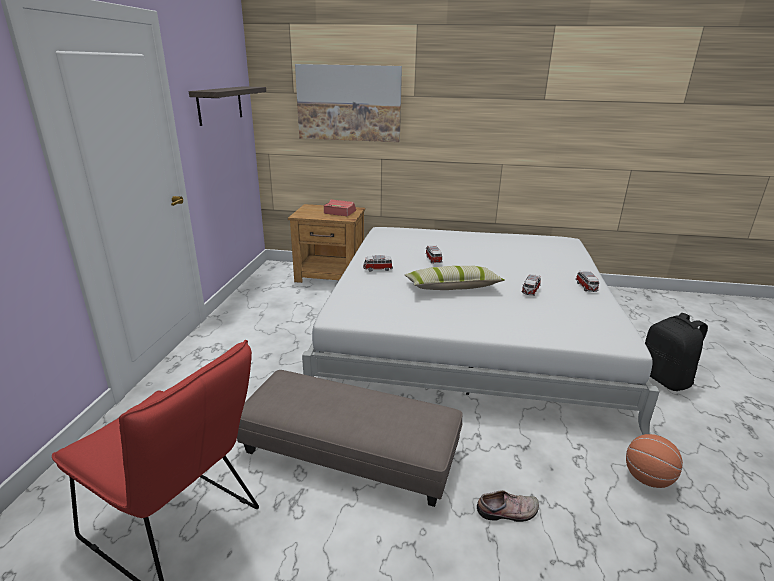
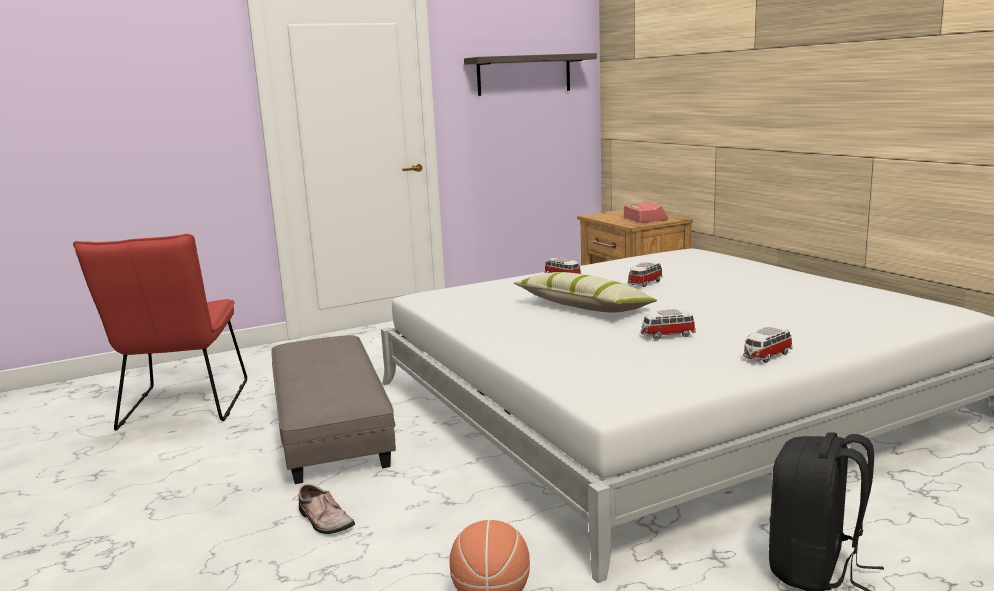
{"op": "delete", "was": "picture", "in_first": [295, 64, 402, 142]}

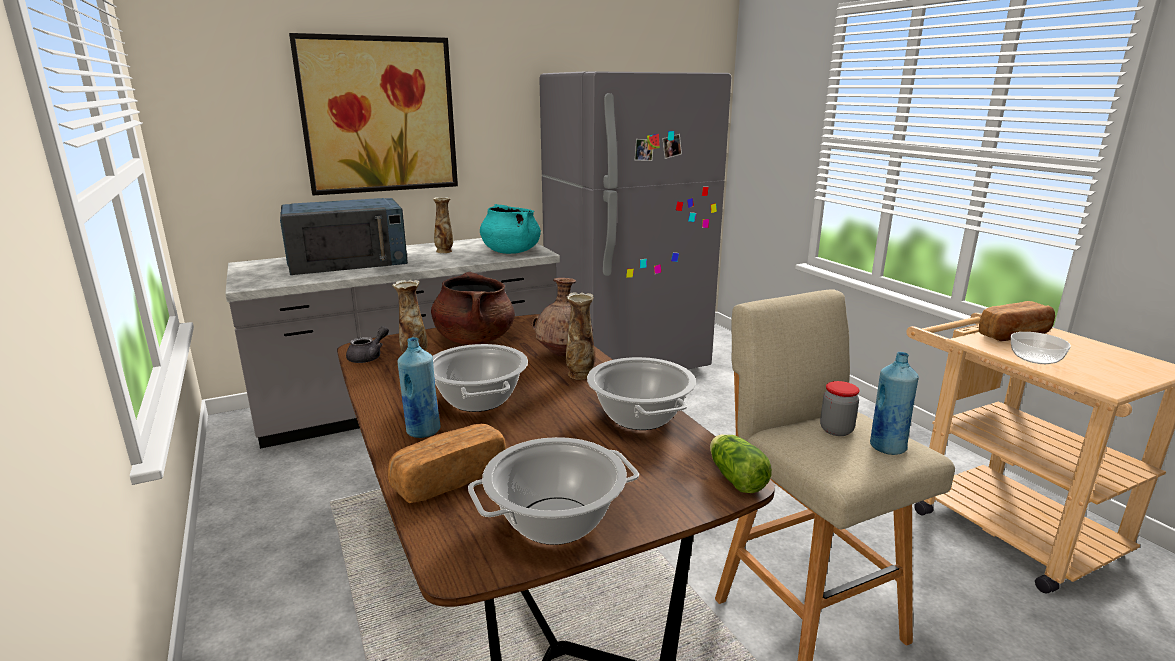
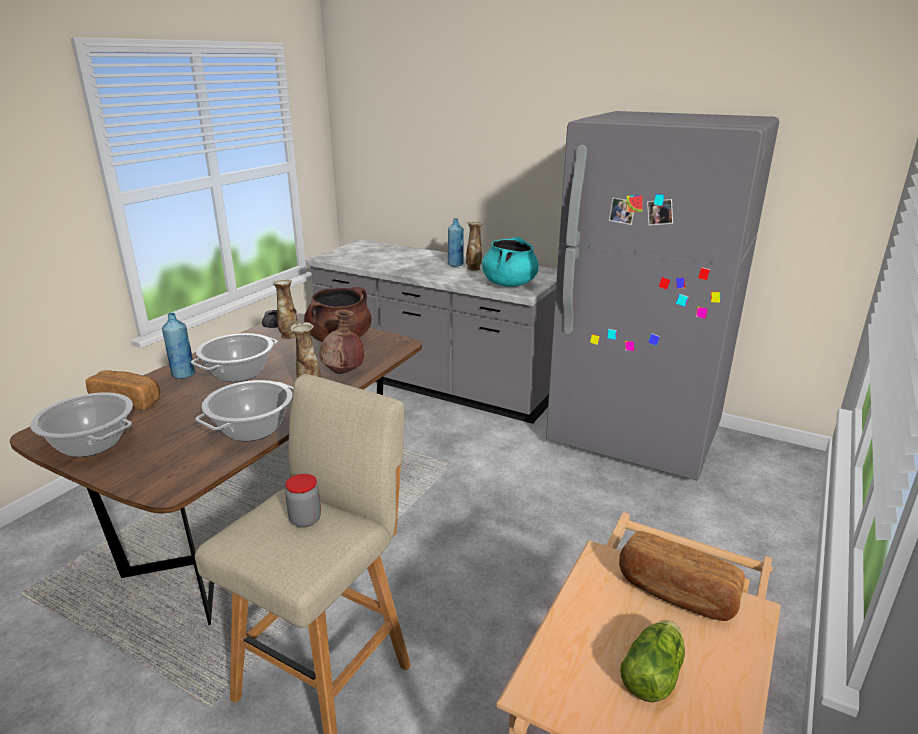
{"op": "delete", "was": "picture", "in_first": [289, 33, 458, 195]}
{"op": "delete", "was": "blue microwave", "in_first": [280, 198, 408, 275]}
{"op": "delete", "was": "bowl", "in_first": [1011, 332, 1071, 364]}
{"op": "move", "was": "blue bottle", "in_first": [870, 352, 919, 455], "in_second": [448, 218, 464, 267]}
{"op": "move", "was": "lettuce", "in_first": [710, 435, 772, 493], "in_second": [620, 620, 685, 703]}

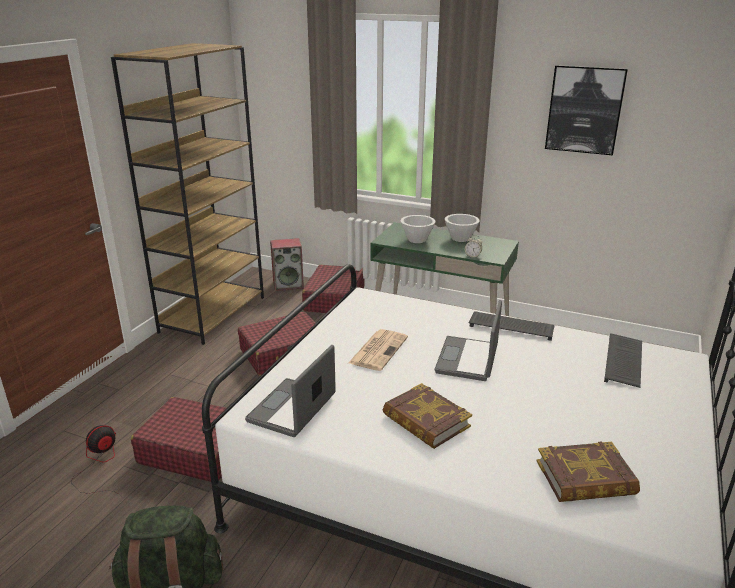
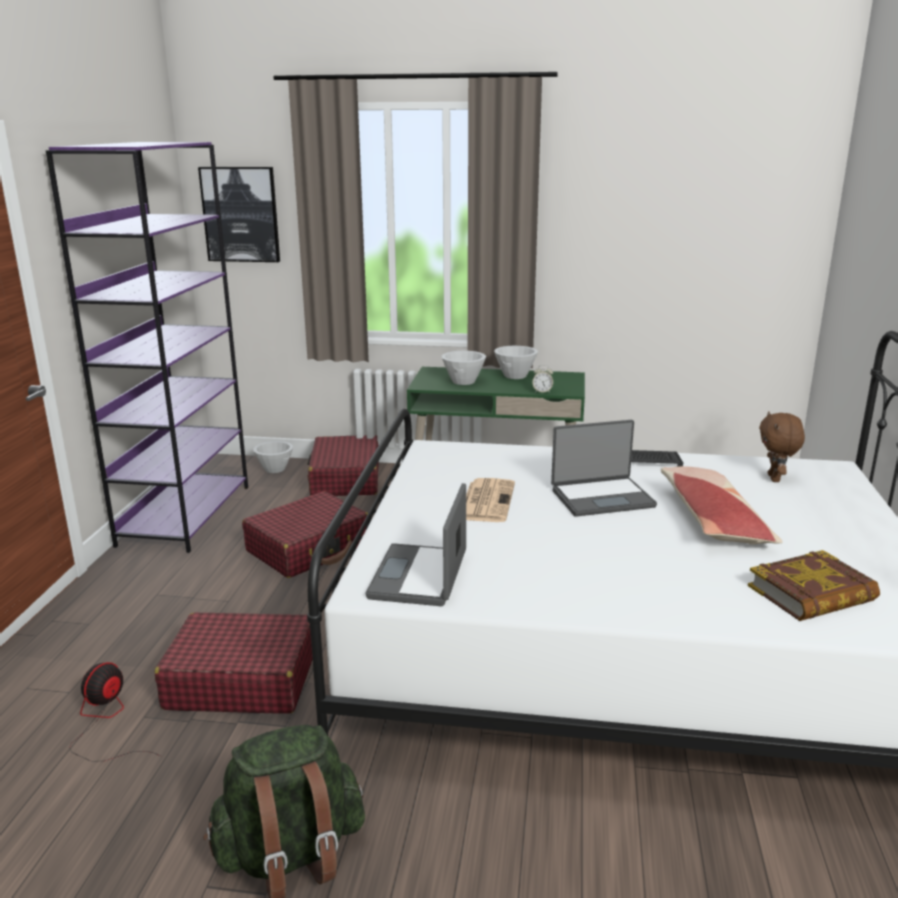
{"op": "recolor", "was": "brown bookcase", "now": "purple bookcase", "in_first": [111, 43, 264, 345], "in_second": [46, 142, 248, 553]}
{"op": "move", "was": "picture", "in_first": [545, 65, 628, 155], "in_second": [198, 167, 280, 262]}
{"op": "replace", "was": "speaker", "now": "white bowl", "in_first": [270, 238, 304, 291], "in_second": [253, 441, 293, 473]}
{"op": "rotate", "was": "laptop", "in_first": [434, 300, 502, 381], "in_second": [551, 420, 657, 517], "clockwise": -105}
{"op": "replace", "was": "keyboard", "now": "brown plush toy", "in_first": [604, 333, 642, 388], "in_second": [759, 412, 805, 482]}
{"op": "delete", "was": "book", "in_first": [383, 383, 472, 449]}
{"op": "insert", "now": "pillow", "in_second": [661, 466, 782, 545]}

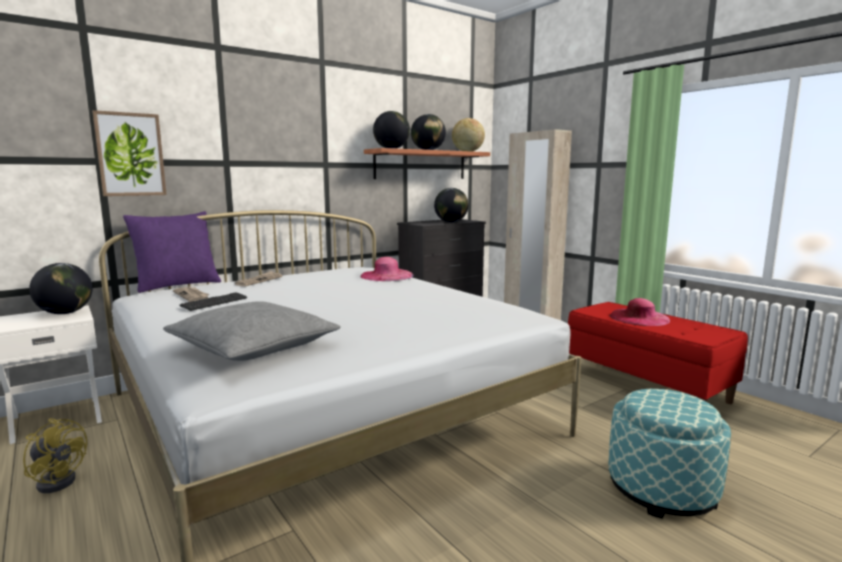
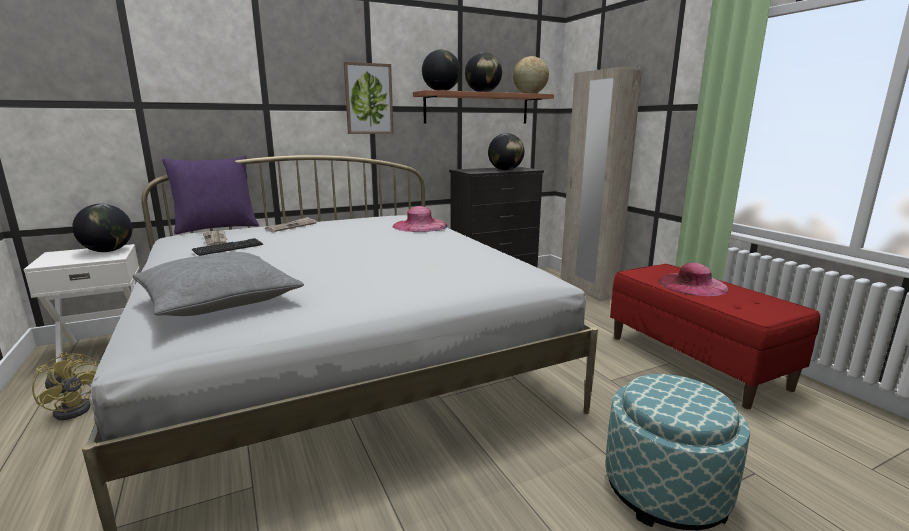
{"op": "move", "was": "picture", "in_first": [92, 110, 167, 196], "in_second": [344, 62, 394, 134]}

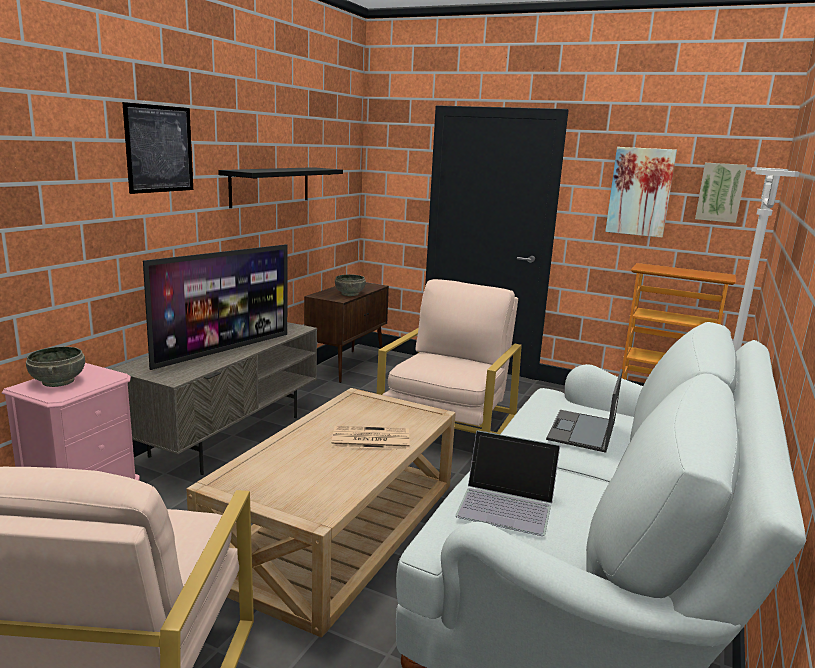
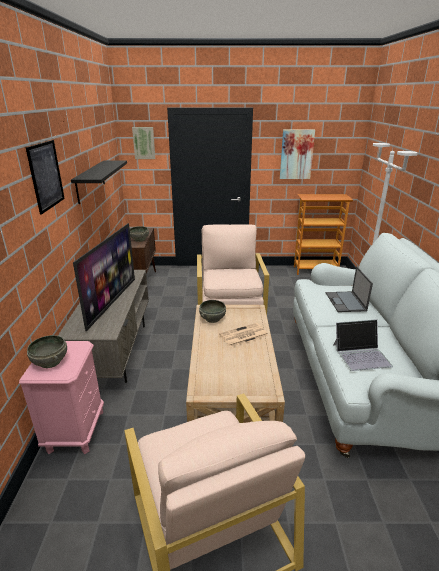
{"op": "move", "was": "picture", "in_first": [695, 163, 747, 223], "in_second": [132, 127, 155, 159]}
{"op": "insert", "now": "grey bowl", "in_second": [199, 300, 226, 323]}

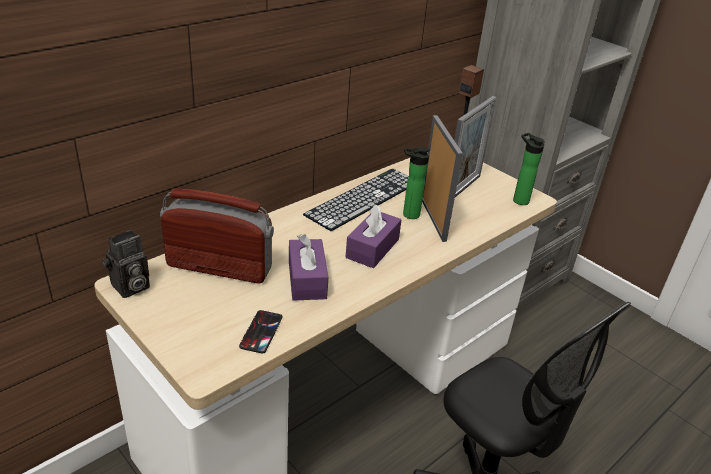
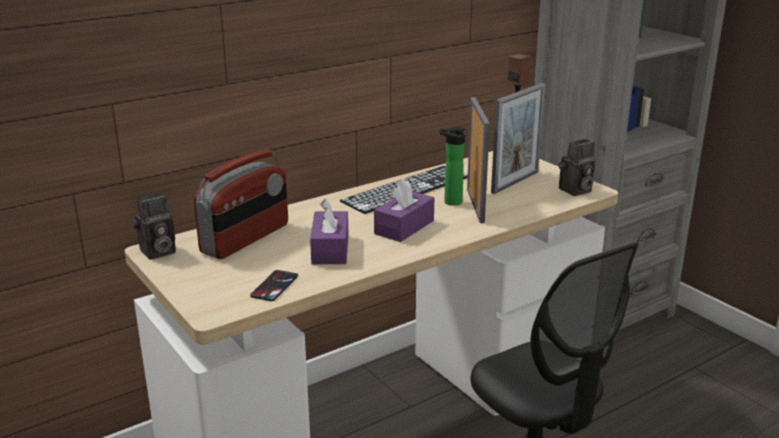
{"op": "replace", "was": "bottle", "now": "photo camera", "in_first": [513, 133, 544, 205], "in_second": [559, 139, 595, 196]}
{"op": "rotate", "was": "radio", "in_first": [160, 188, 274, 283], "in_second": [194, 149, 288, 259], "clockwise": 105}

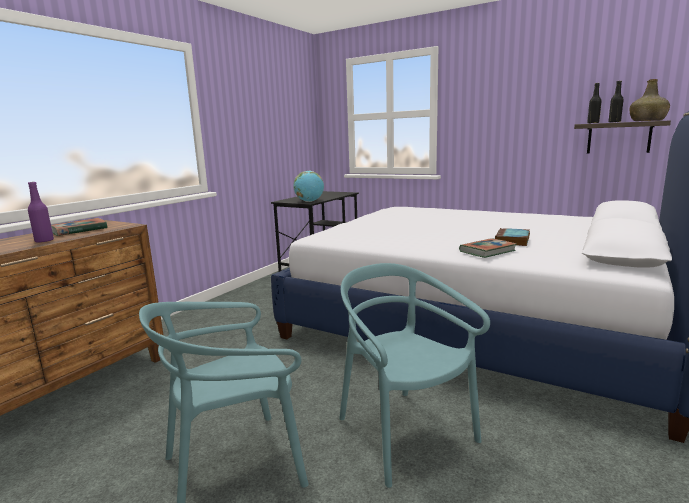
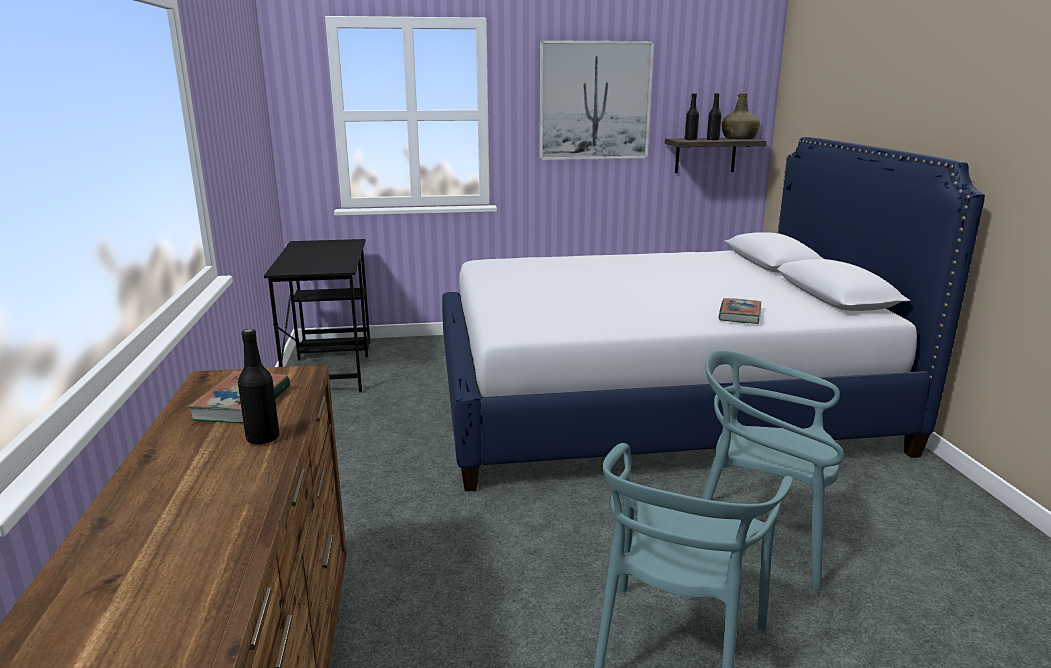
{"op": "delete", "was": "globe", "in_first": [293, 171, 324, 202]}
{"op": "recolor", "was": "purple bottle", "now": "black bottle", "in_first": [28, 182, 54, 243], "in_second": [238, 329, 280, 445]}
{"op": "delete", "was": "book", "in_first": [495, 228, 530, 246]}
{"op": "insert", "now": "picture", "in_second": [539, 40, 654, 160]}

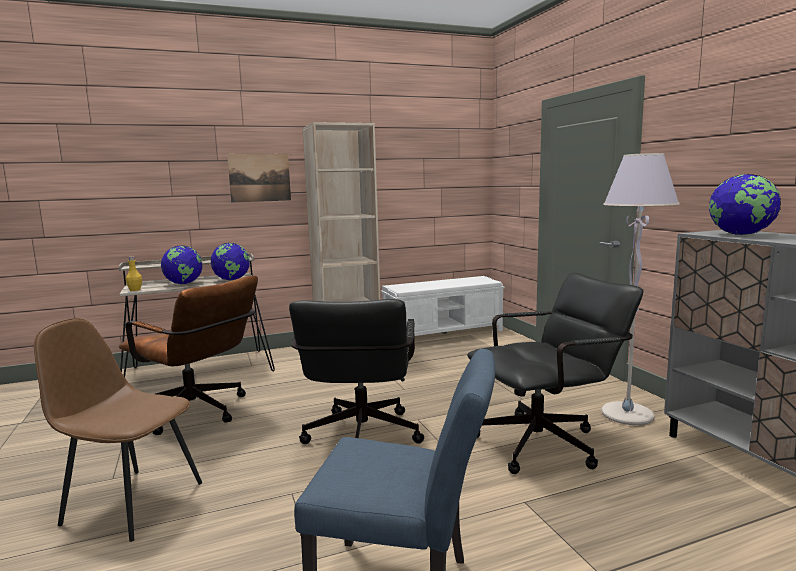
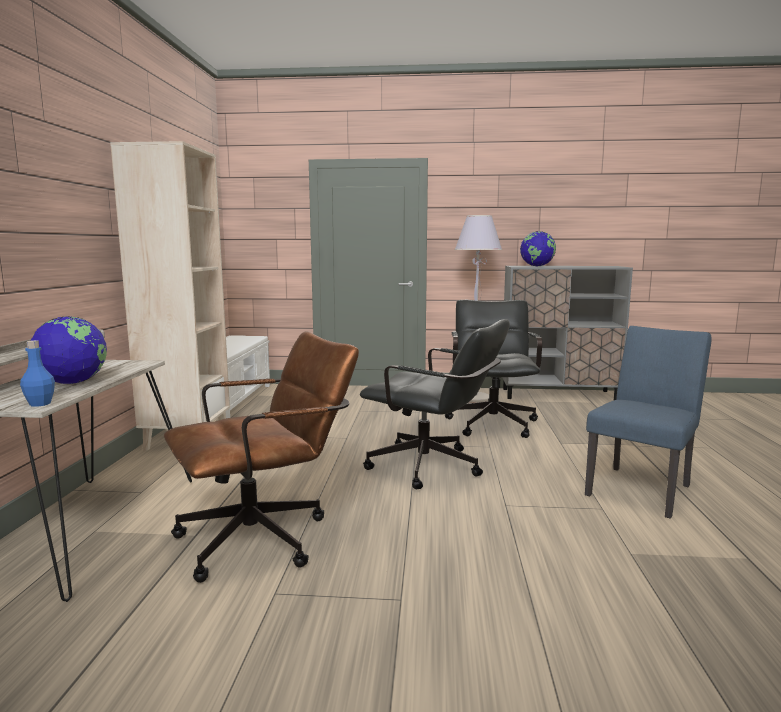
{"op": "delete", "was": "picture", "in_first": [227, 153, 291, 203]}
{"op": "delete", "was": "globe", "in_first": [211, 243, 250, 280]}
{"op": "recolor", "was": "yellow bottle", "now": "blue bottle", "in_first": [126, 257, 142, 291], "in_second": [20, 340, 55, 407]}
{"op": "delete", "was": "brown chair", "in_first": [34, 318, 202, 542]}

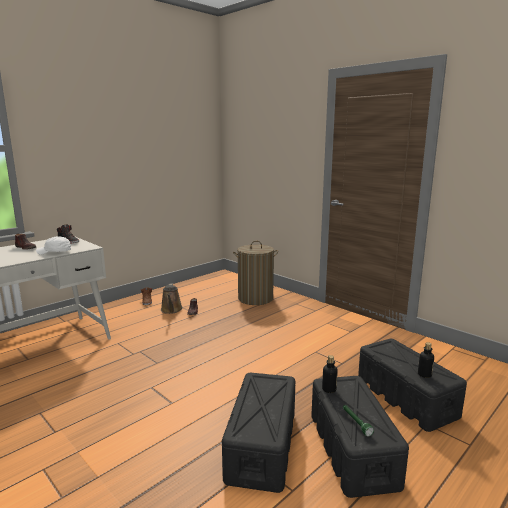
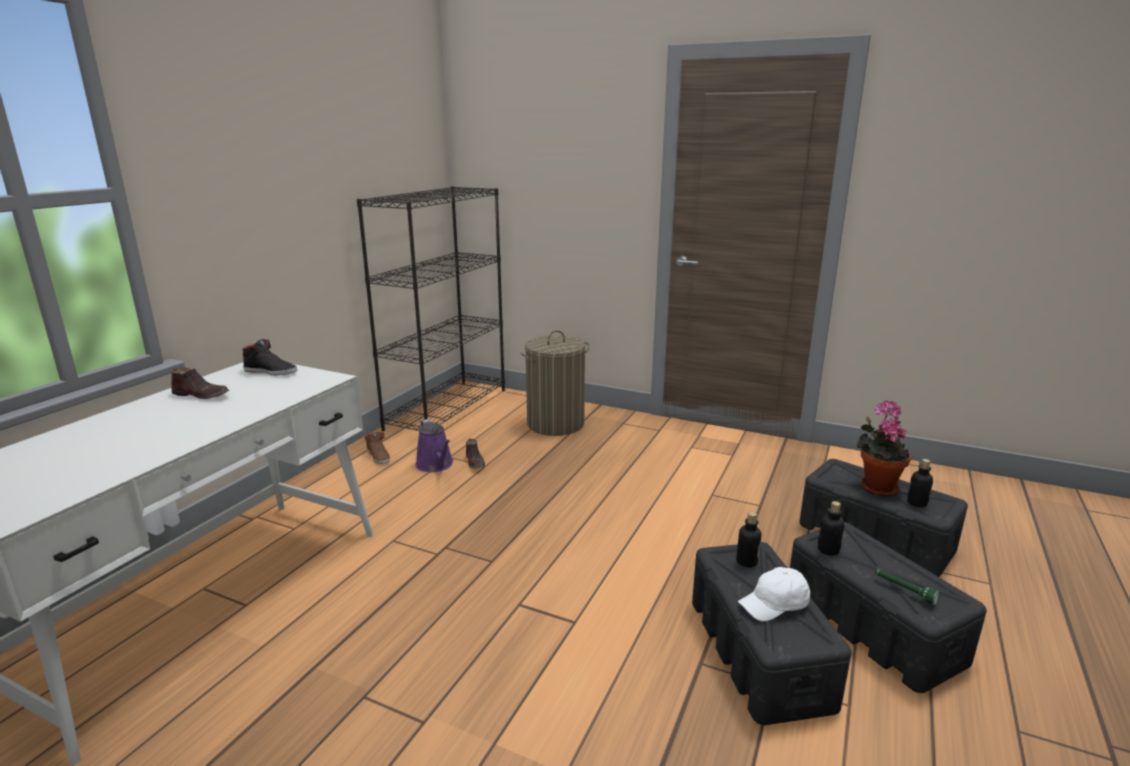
{"op": "move", "was": "white cap", "in_first": [36, 236, 71, 255], "in_second": [738, 567, 810, 621]}
{"op": "recolor", "was": "brown watering can", "now": "purple watering can", "in_first": [161, 283, 183, 314], "in_second": [415, 419, 453, 472]}
{"op": "insert", "now": "black bookcase", "in_second": [357, 186, 505, 431]}
{"op": "insert", "now": "potted plant", "in_second": [857, 400, 911, 496]}
{"op": "insert", "now": "bottle", "in_second": [736, 512, 761, 567]}

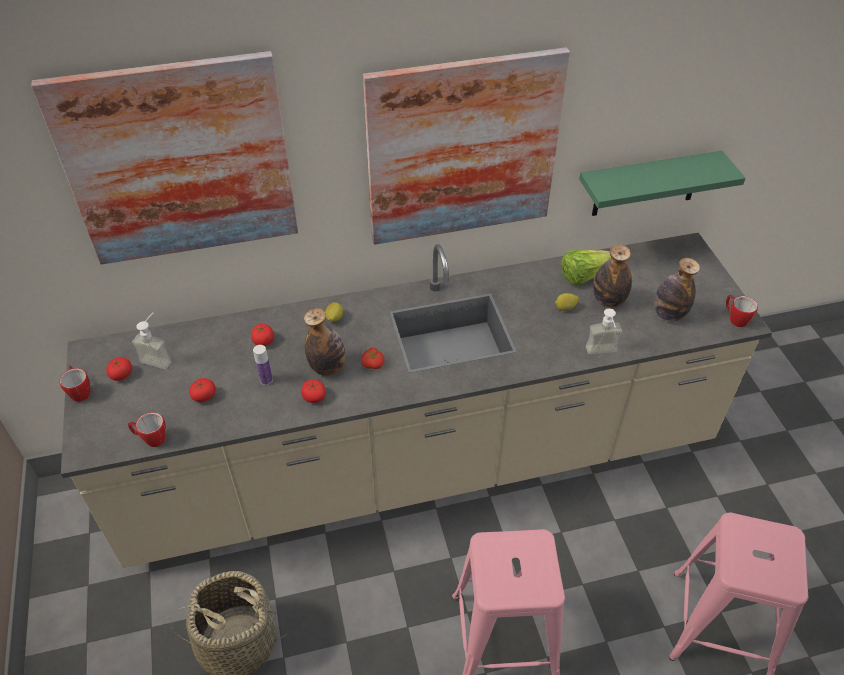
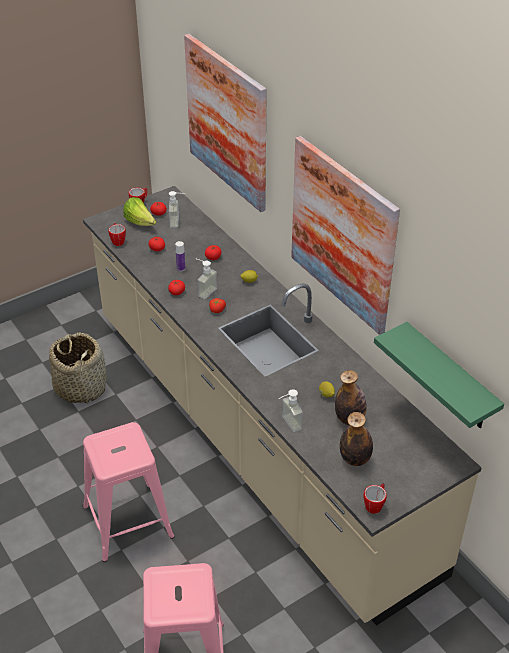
{"op": "move", "was": "lettuce", "in_first": [561, 250, 612, 285], "in_second": [123, 197, 157, 226]}
{"op": "replace", "was": "bottle", "now": "soap dispenser", "in_first": [304, 308, 346, 376], "in_second": [195, 258, 217, 299]}

